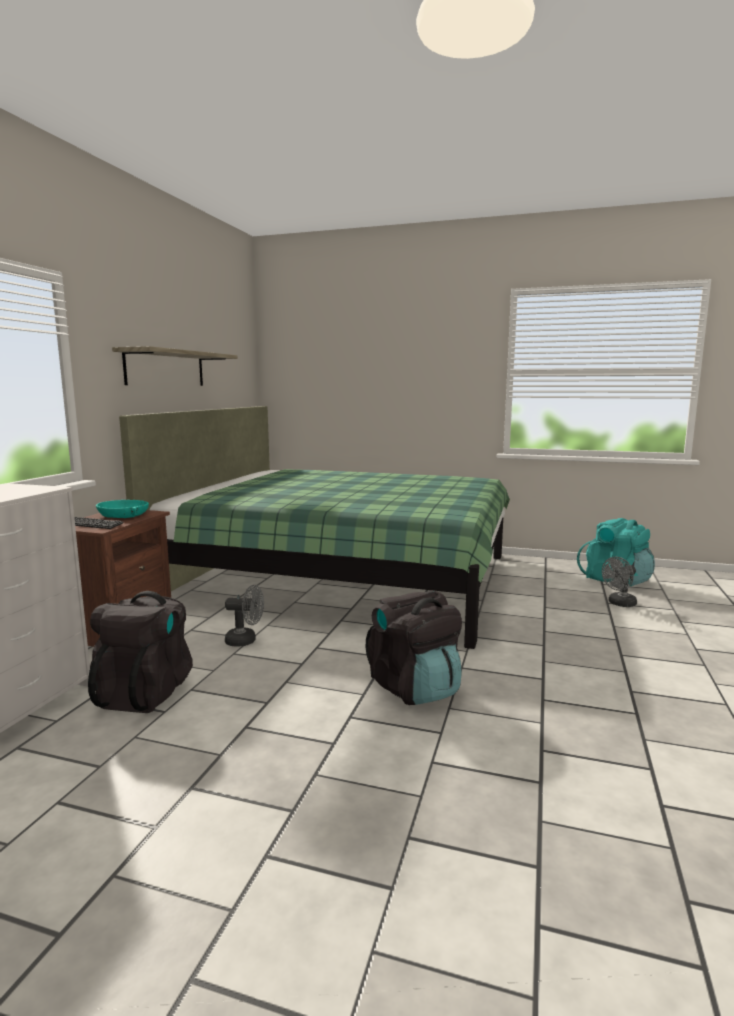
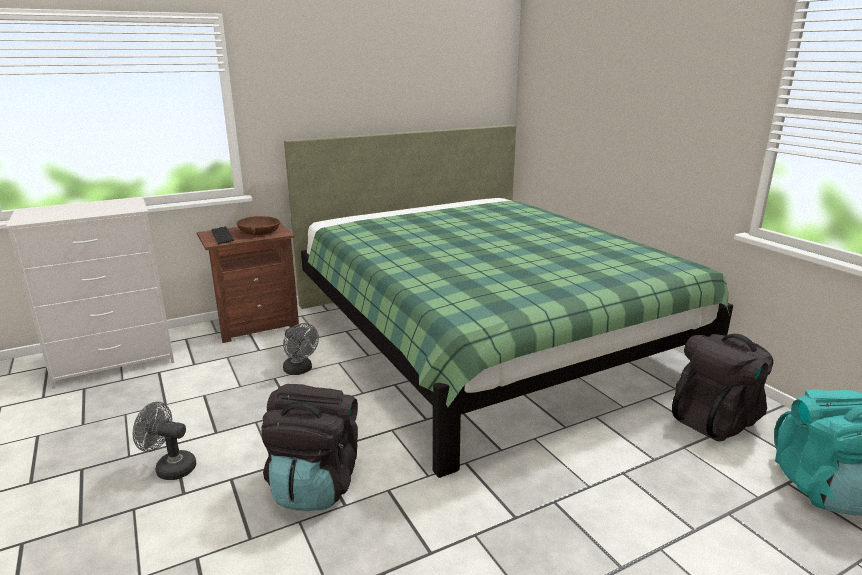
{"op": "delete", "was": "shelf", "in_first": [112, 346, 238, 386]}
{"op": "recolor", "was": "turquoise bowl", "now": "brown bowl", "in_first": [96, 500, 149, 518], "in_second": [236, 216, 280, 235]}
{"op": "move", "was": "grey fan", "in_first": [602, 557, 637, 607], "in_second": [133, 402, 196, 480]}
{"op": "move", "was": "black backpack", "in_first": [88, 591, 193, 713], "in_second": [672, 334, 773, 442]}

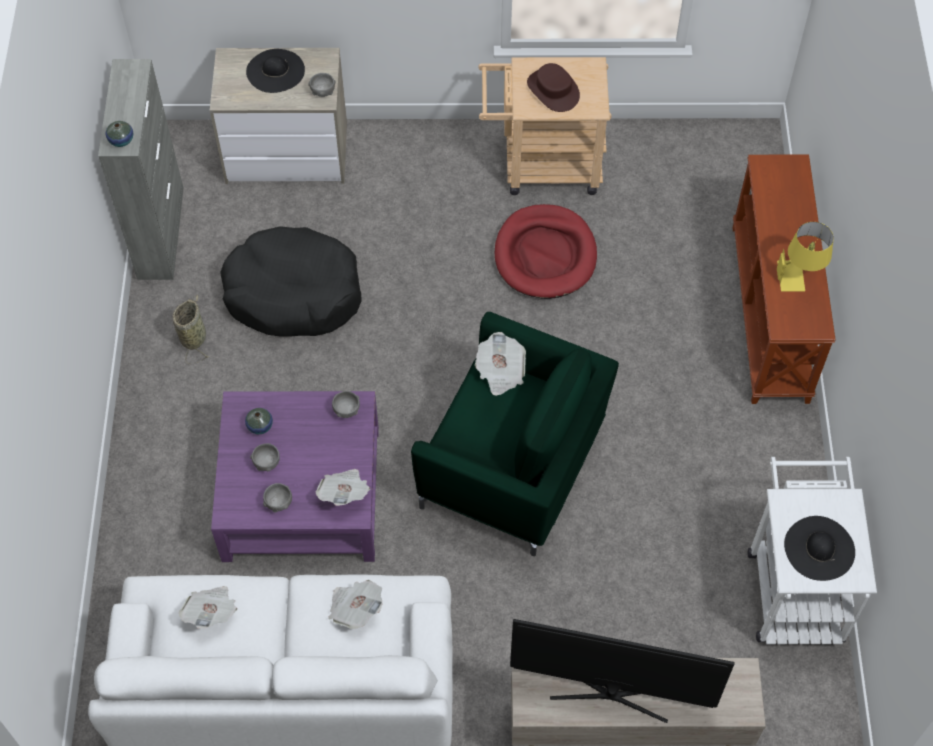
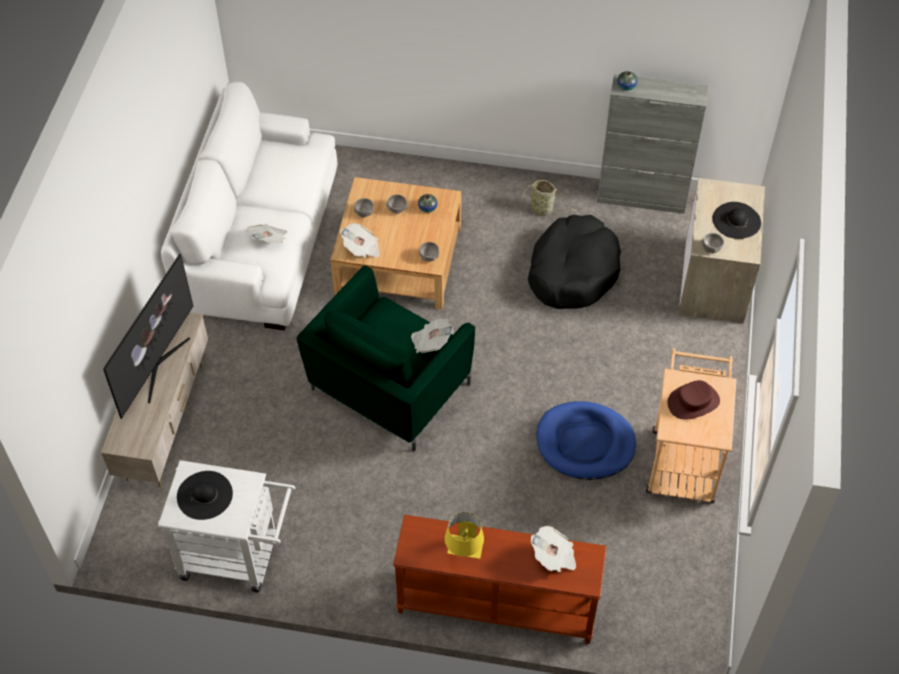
{"op": "recolor", "was": "red dog bed", "now": "blue dog bed", "in_first": [495, 204, 597, 299], "in_second": [536, 401, 636, 480]}
{"op": "recolor", "was": "purple coffee table", "now": "beige coffee table", "in_first": [211, 391, 379, 562], "in_second": [331, 177, 461, 310]}
{"op": "move", "was": "newspaper", "in_first": [179, 586, 237, 629], "in_second": [531, 526, 576, 572]}

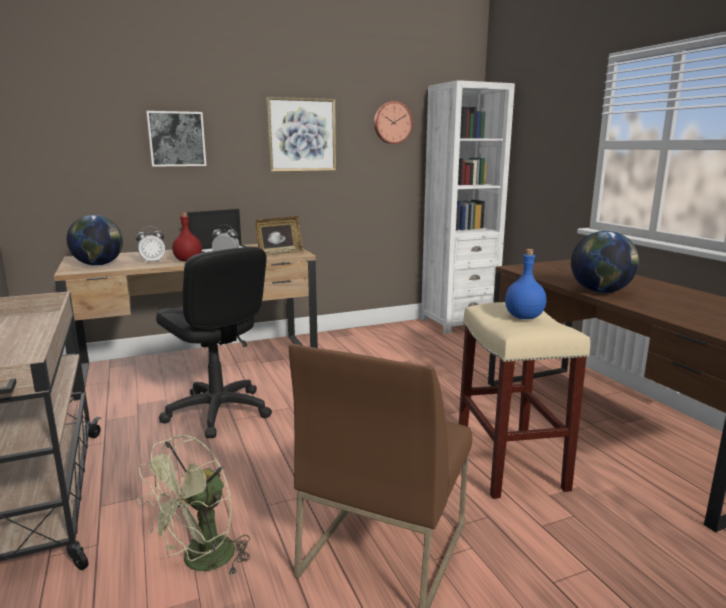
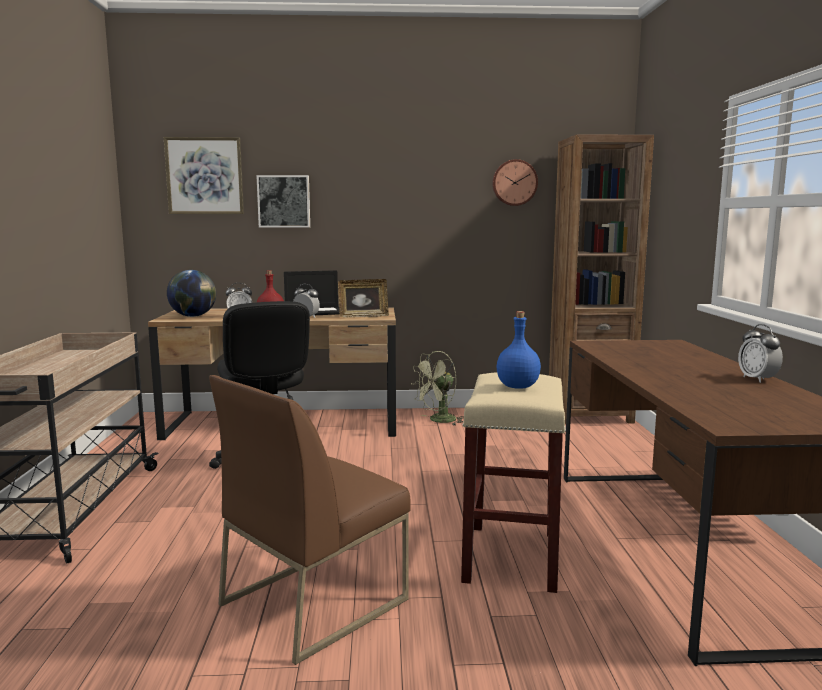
{"op": "recolor", "was": "white bookcase", "now": "brown bookcase", "in_first": [421, 80, 515, 334], "in_second": [549, 134, 654, 425]}
{"op": "move", "was": "picture", "in_first": [266, 97, 336, 172], "in_second": [164, 137, 244, 214]}
{"op": "delete", "was": "globe", "in_first": [571, 231, 639, 293]}
{"op": "move", "was": "green fan", "in_first": [137, 435, 250, 577], "in_second": [411, 351, 463, 425]}
{"op": "insert", "now": "alarm clock", "in_second": [738, 324, 783, 383]}

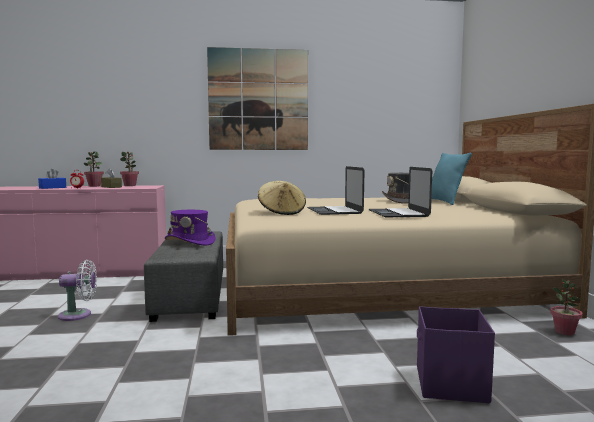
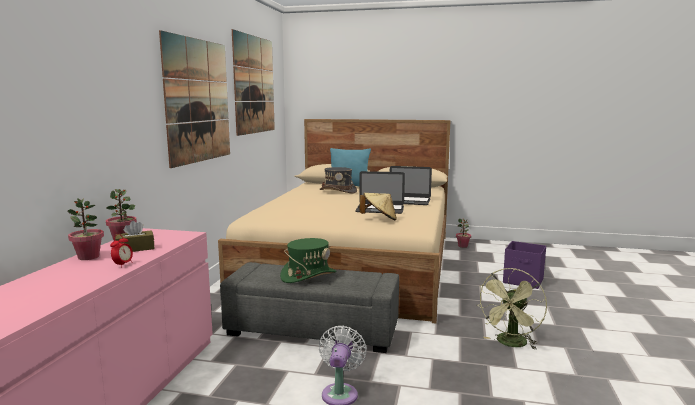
{"op": "delete", "was": "blue tissue box", "in_first": [38, 169, 66, 189]}
{"op": "recolor", "was": "purple hat", "now": "green hat", "in_first": [165, 210, 215, 246], "in_second": [280, 238, 336, 283]}
{"op": "insert", "now": "picture", "in_second": [232, 29, 275, 136]}
{"op": "insert", "now": "green fan", "in_second": [479, 268, 547, 350]}

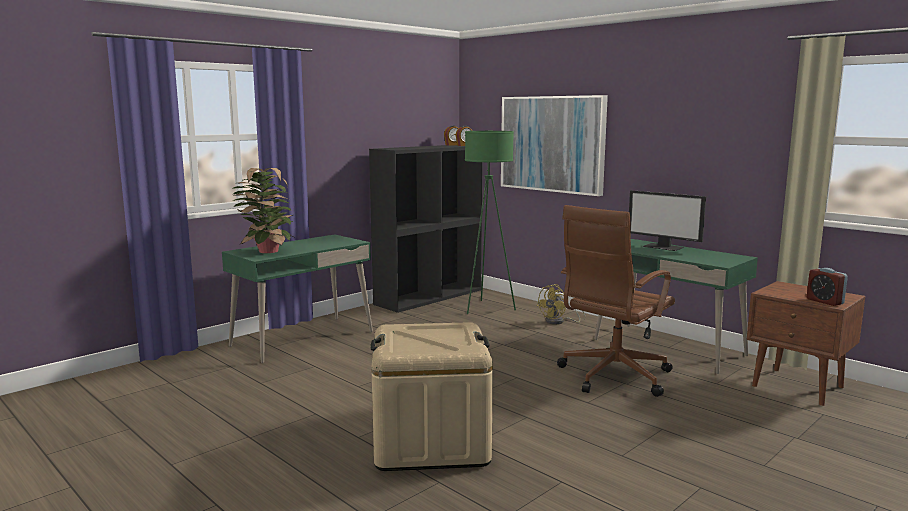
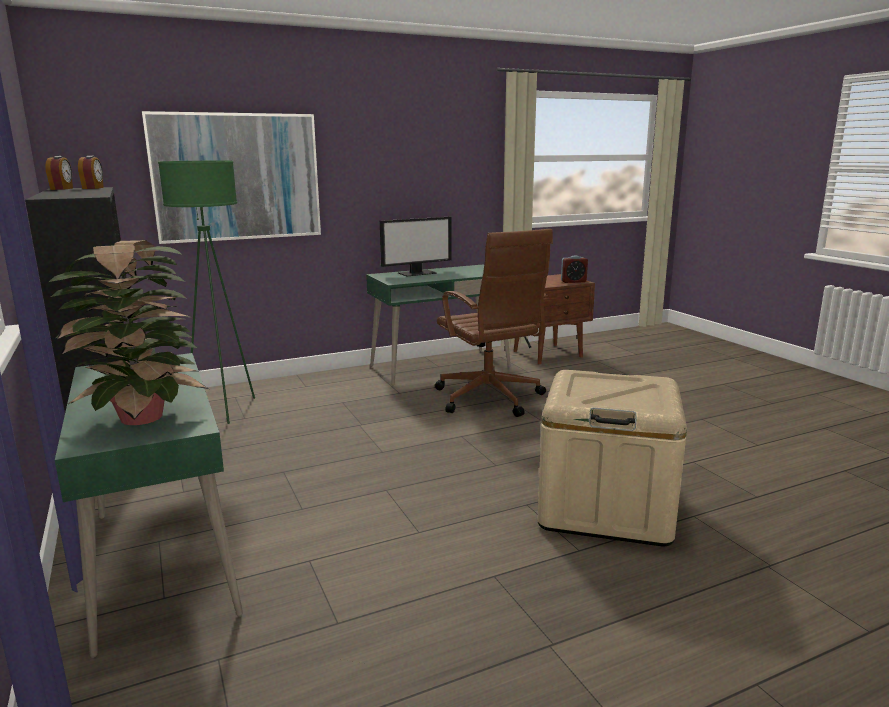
{"op": "delete", "was": "yellow fan", "in_first": [537, 284, 586, 325]}

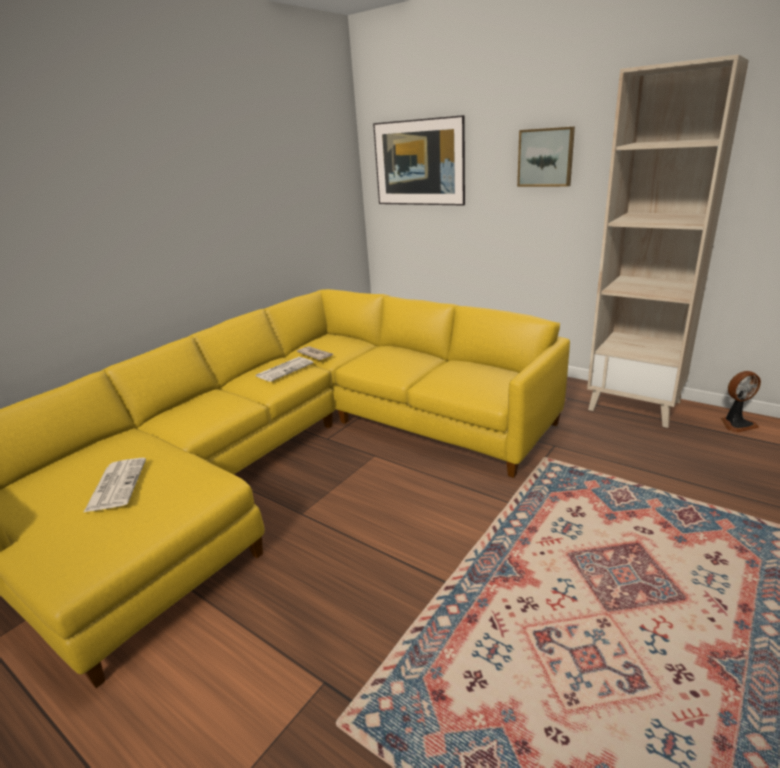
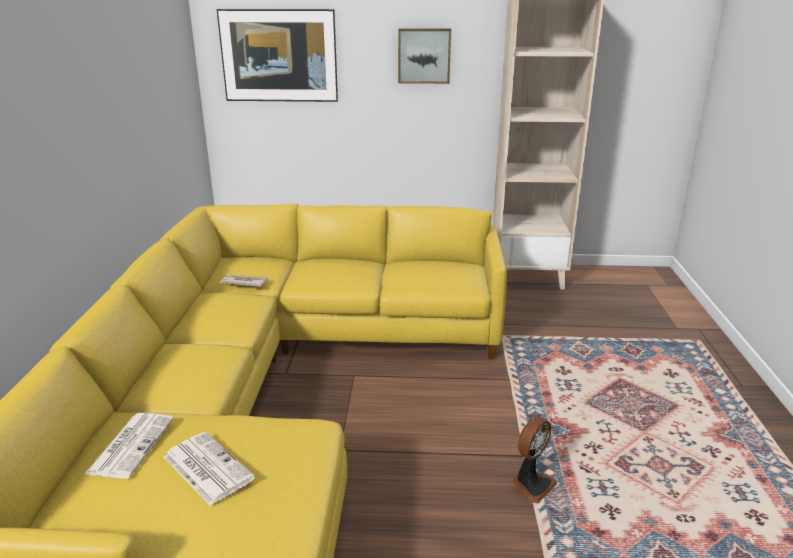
{"op": "move", "was": "newspaper", "in_first": [256, 357, 313, 382], "in_second": [85, 413, 174, 479]}
{"op": "move", "was": "fan", "in_first": [721, 371, 761, 433], "in_second": [511, 417, 558, 504]}

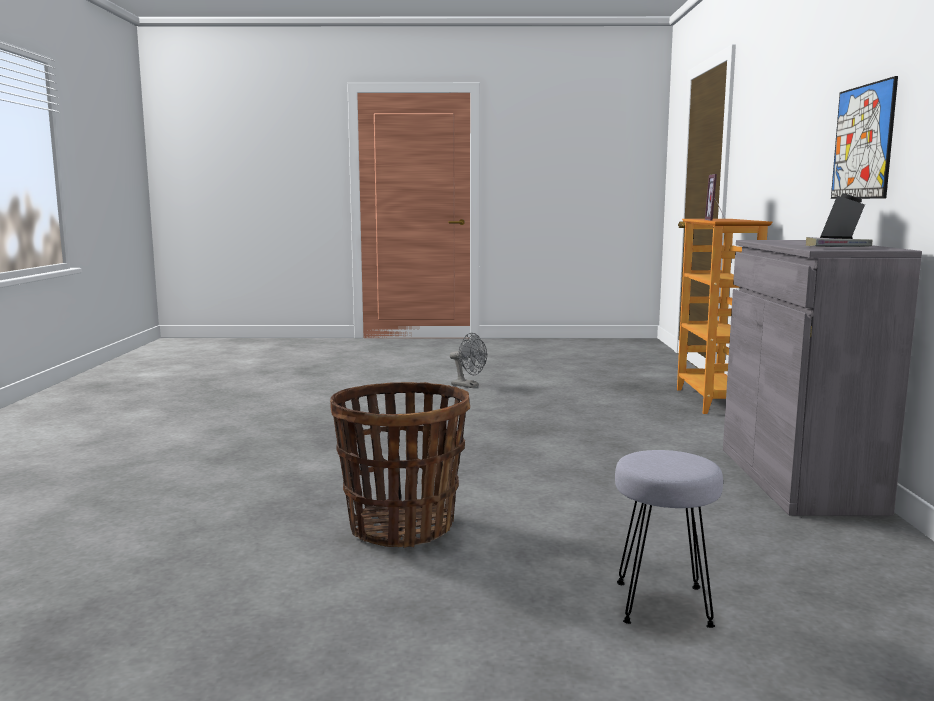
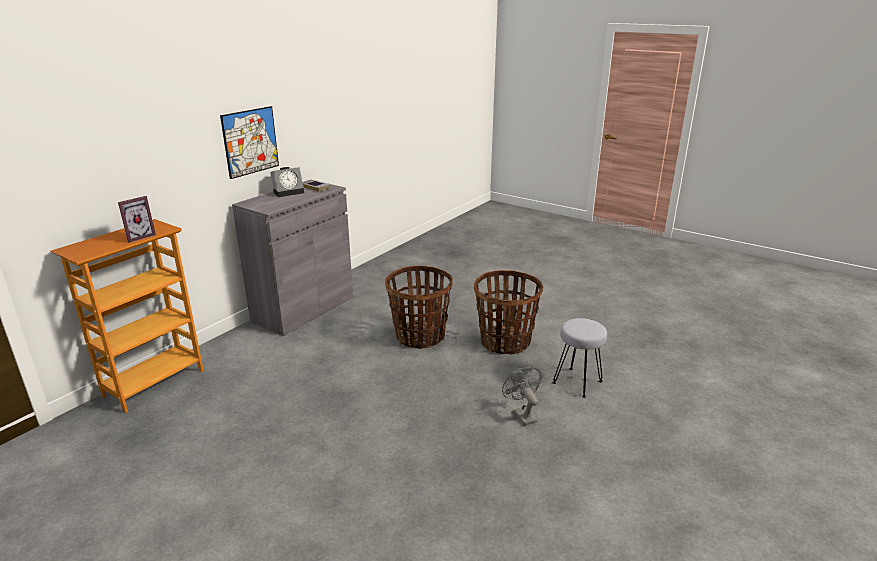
{"op": "move", "was": "grey fan", "in_first": [449, 333, 487, 388], "in_second": [502, 367, 542, 426]}
{"op": "move", "was": "grey stool", "in_first": [615, 450, 723, 628], "in_second": [552, 318, 607, 398]}
{"op": "insert", "now": "basket", "in_second": [385, 266, 453, 349]}

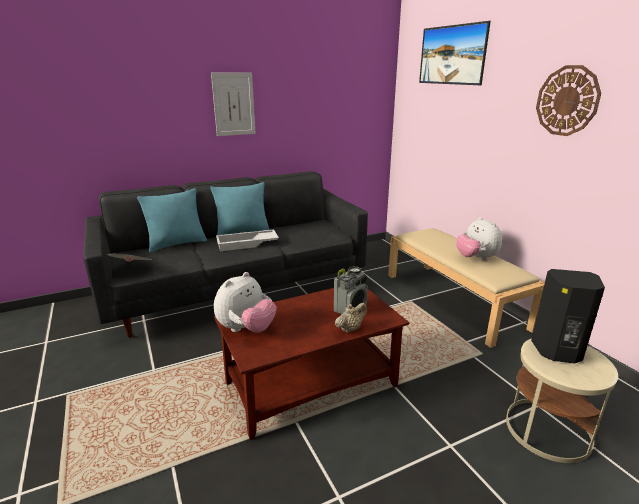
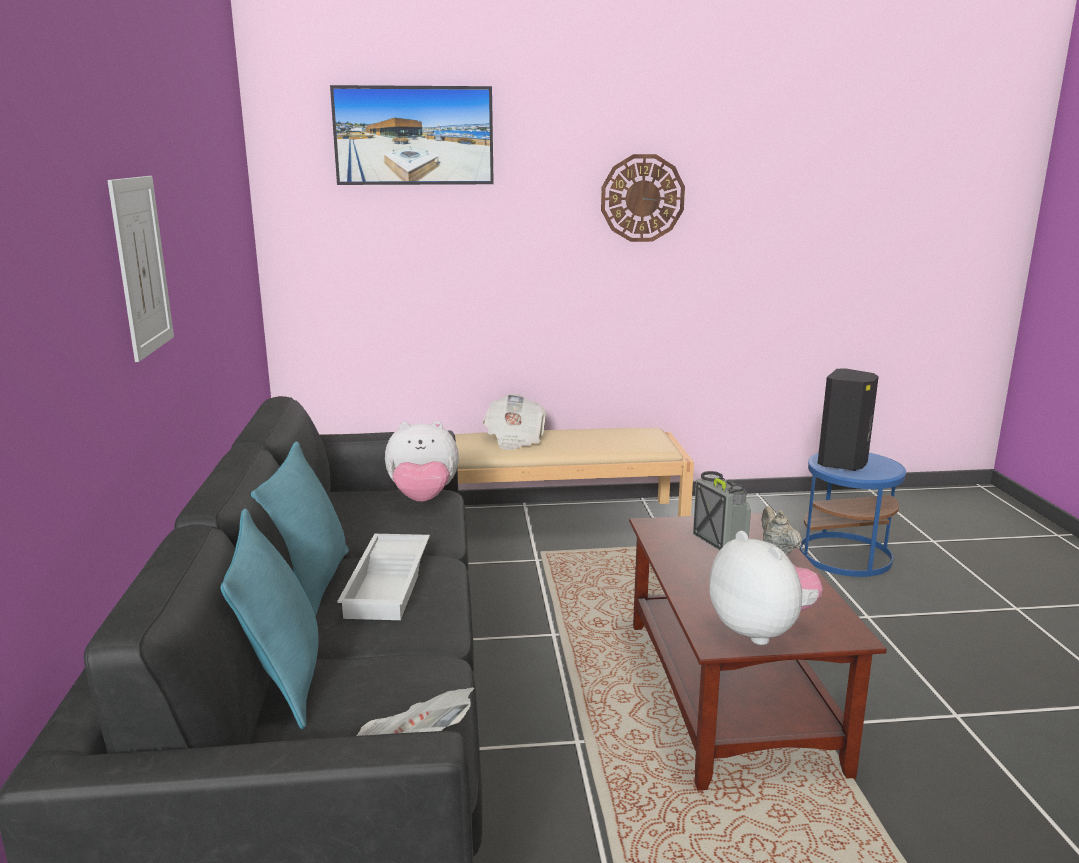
{"op": "move", "was": "plush toy", "in_first": [456, 217, 502, 260], "in_second": [385, 421, 459, 502]}
{"op": "recolor", "was": "beige side table", "now": "blue side table", "in_first": [506, 338, 618, 463], "in_second": [800, 453, 906, 577]}
{"op": "insert", "now": "newspaper", "in_second": [483, 394, 546, 450]}

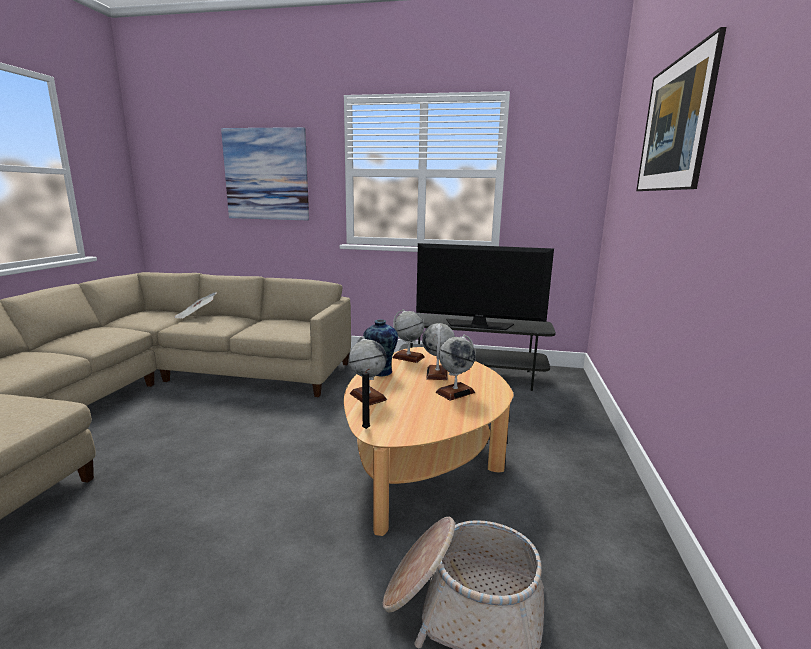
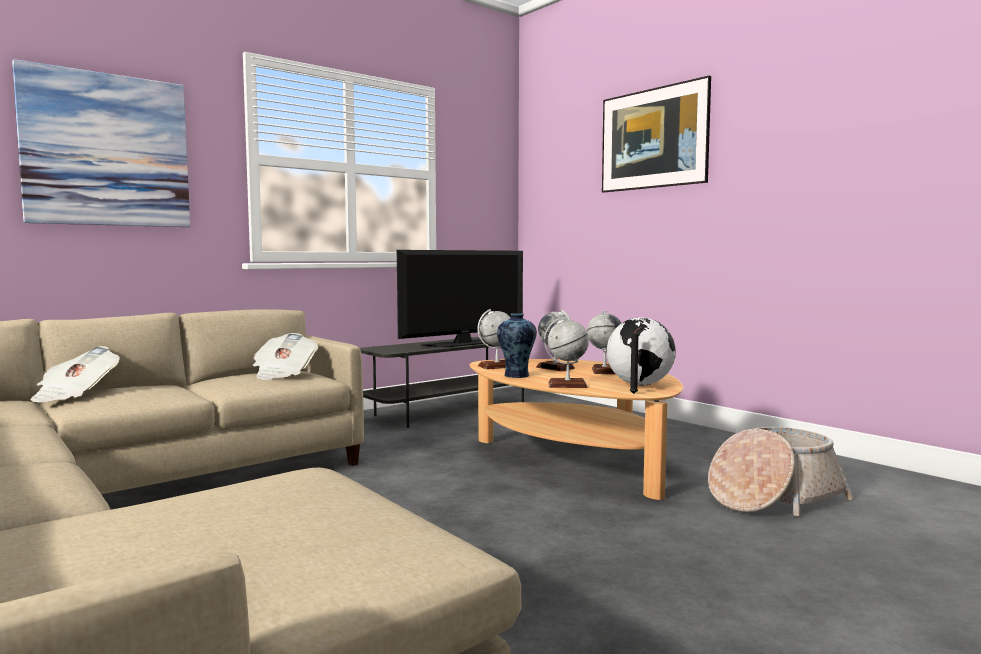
{"op": "insert", "now": "globe", "in_second": [607, 317, 676, 386]}
{"op": "insert", "now": "newspaper", "in_second": [253, 333, 318, 380]}

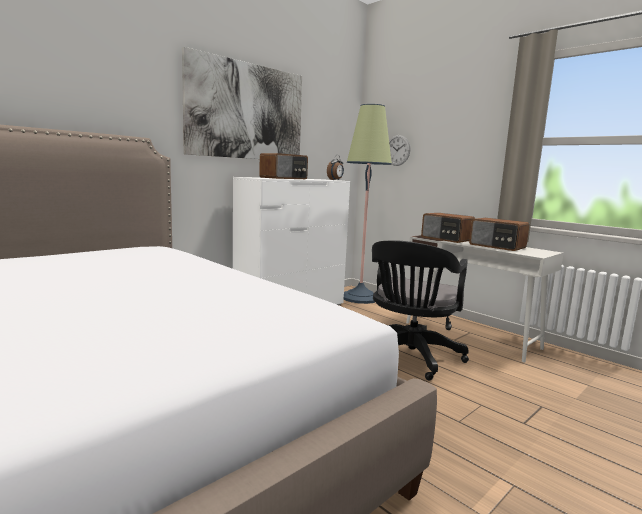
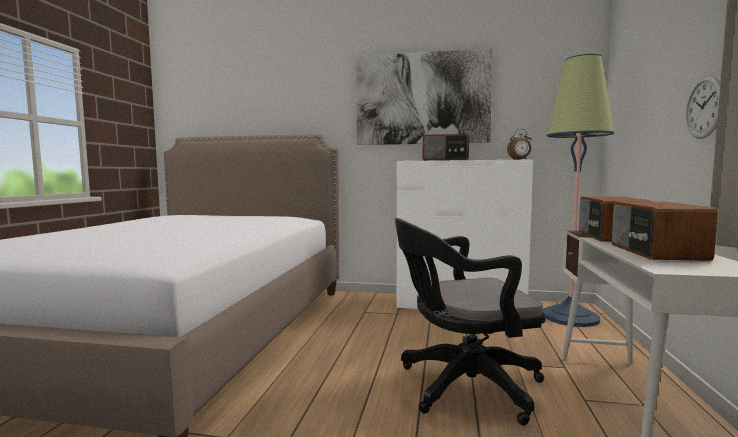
{"op": "move", "was": "wall clock", "in_first": [389, 135, 410, 166], "in_second": [686, 75, 721, 139]}

